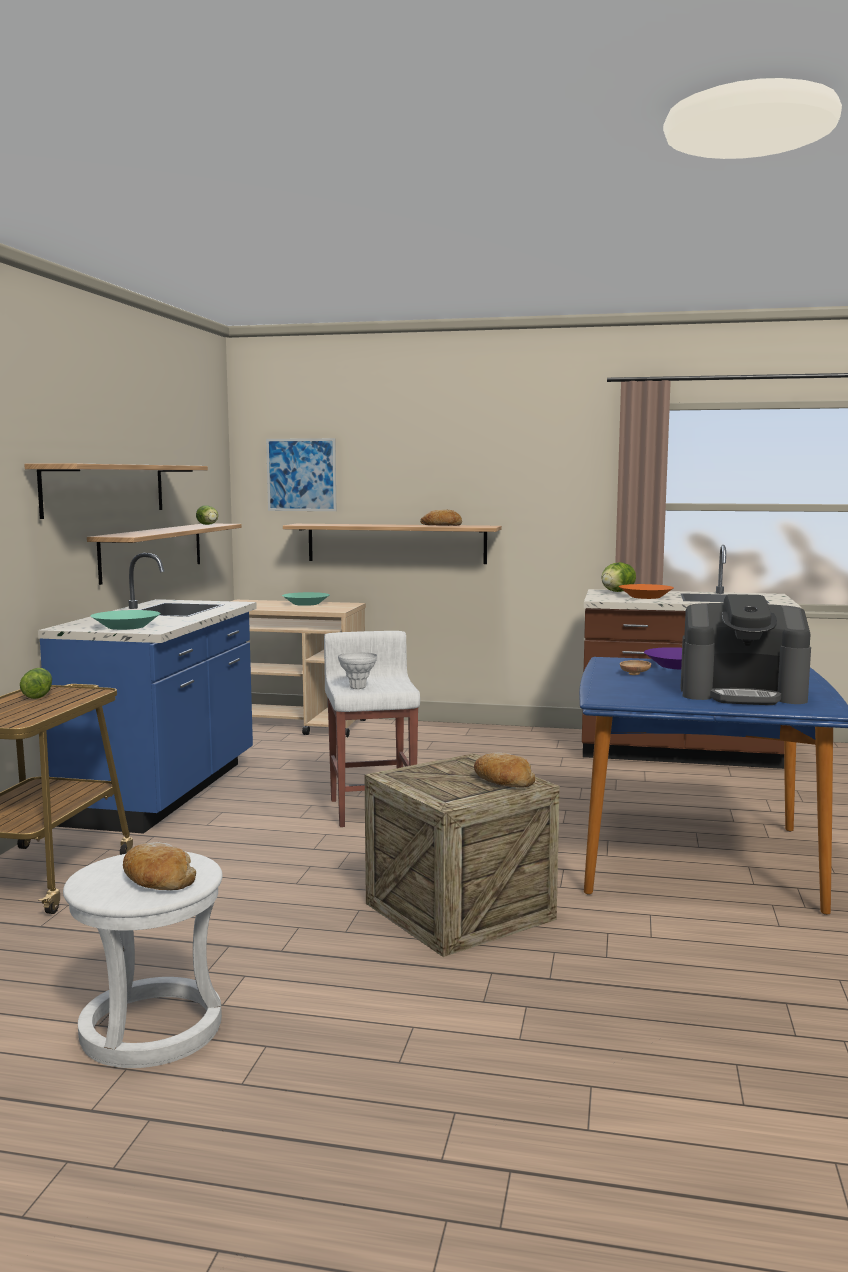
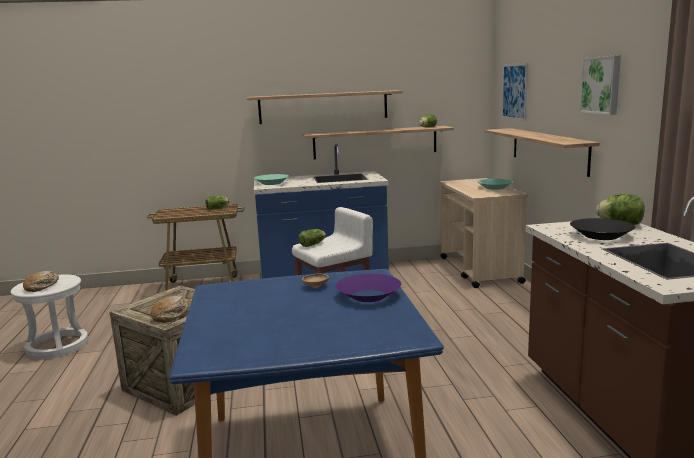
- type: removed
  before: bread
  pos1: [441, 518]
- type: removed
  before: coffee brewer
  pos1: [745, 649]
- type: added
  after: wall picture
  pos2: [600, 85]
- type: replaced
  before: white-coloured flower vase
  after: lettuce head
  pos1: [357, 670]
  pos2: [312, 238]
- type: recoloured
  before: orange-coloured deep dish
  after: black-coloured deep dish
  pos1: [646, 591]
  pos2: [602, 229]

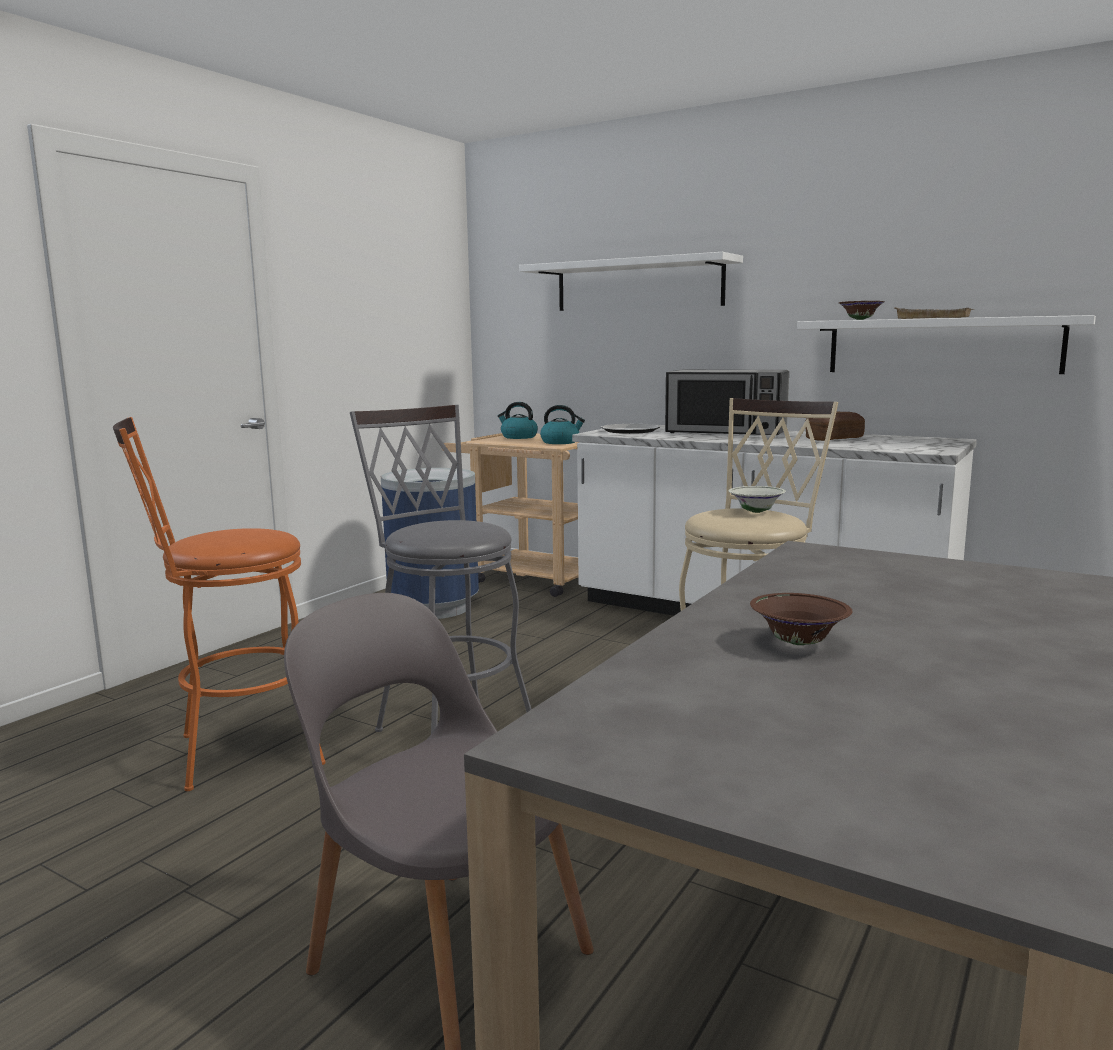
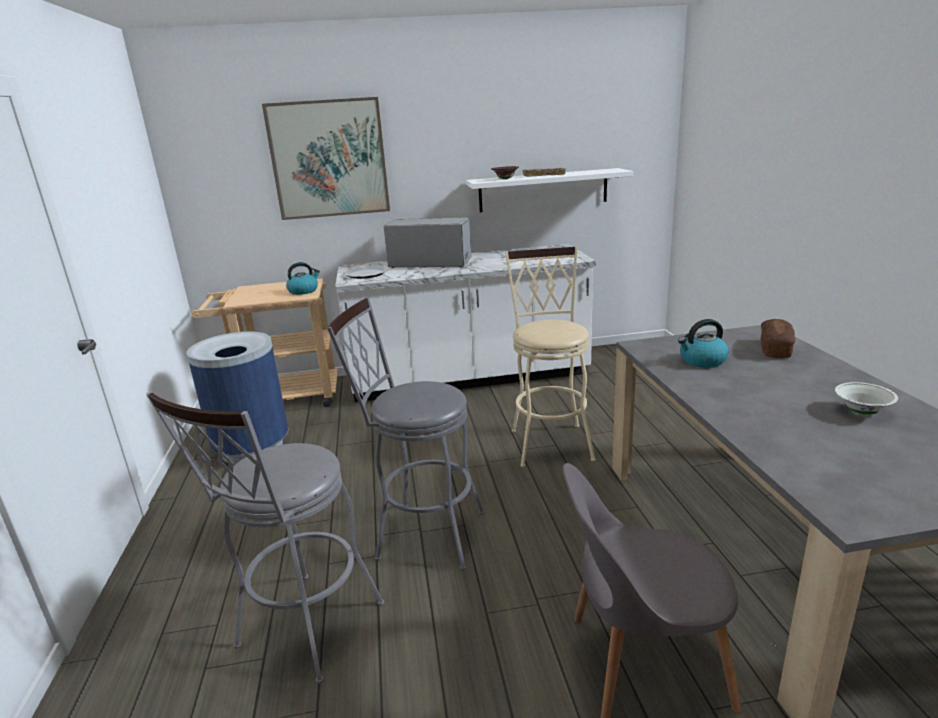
- type: removed
  before: brownish deep dish
  pos1: [801, 619]
- type: moved
  before: tea kettle
  pos1: [518, 420]
  pos2: [703, 343]
- type: moved
  before: white-coloured deep dish
  pos1: [757, 499]
  pos2: [866, 398]
- type: moved
  before: bread
  pos1: [835, 426]
  pos2: [778, 338]
- type: replaced
  before: white-coloured shelf
  after: wall picture
  pos1: [631, 281]
  pos2: [326, 158]
- type: recoloured
  before: orange-coloured stool
  after: greyish stool
  pos1: [219, 604]
  pos2: [265, 537]
- type: turned
  before: microwave oven
  pos1: [727, 402]
  pos2: [427, 242]
  turn: -150

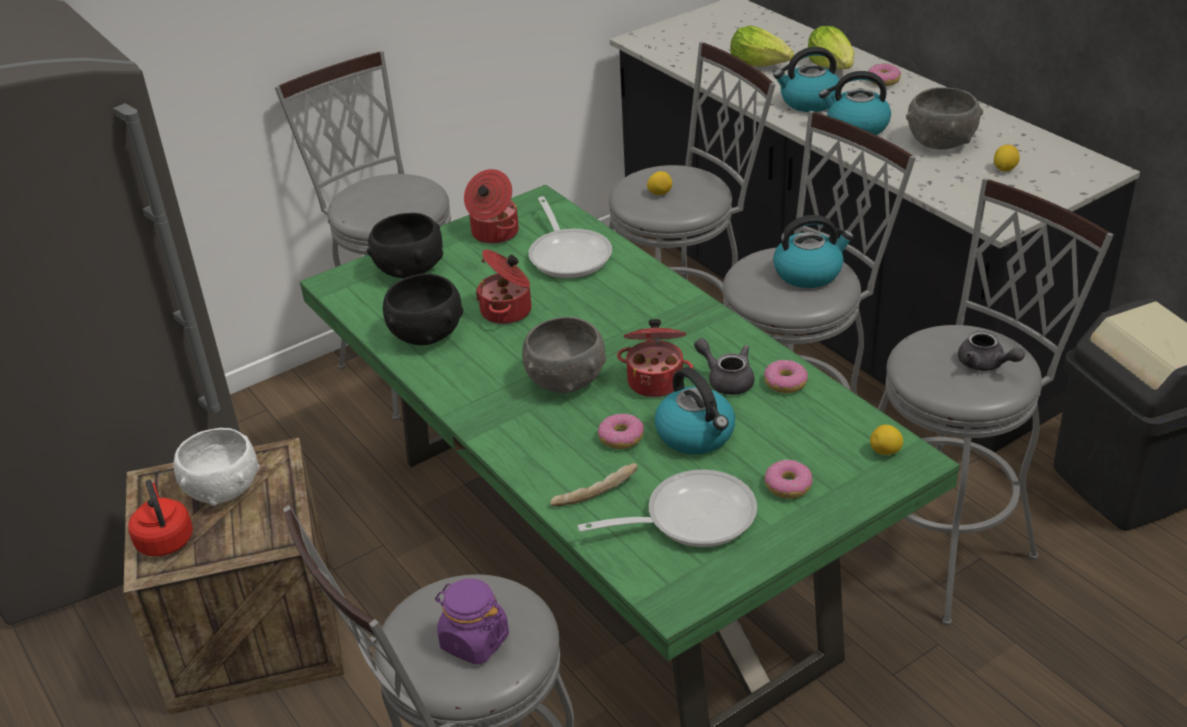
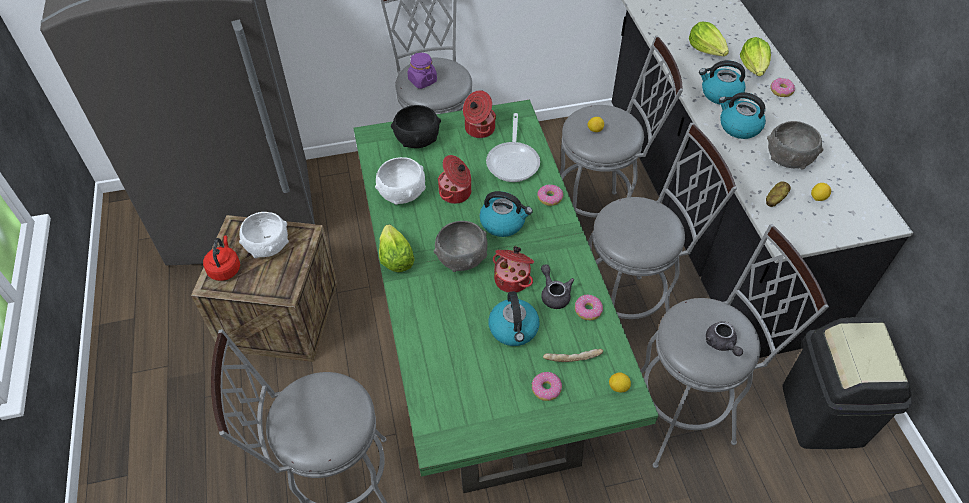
- type: removed
  before: frying pan
  pos1: [667, 508]
- type: added
  after: lettuce head
  pos2: [397, 248]
- type: added
  after: spud
  pos2: [778, 194]
- type: moved
  before: purple-coloured storage jar
  pos1: [472, 621]
  pos2: [422, 71]
- type: moved
  before: bread
  pos1: [594, 484]
  pos2: [573, 355]
- type: moved
  before: donut
  pos1: [621, 431]
  pos2: [550, 195]
- type: moved
  before: tea kettle
  pos1: [813, 251]
  pos2: [506, 214]
- type: recoloured
  before: black-coloured deep dish
  after: white-coloured deep dish
  pos1: [423, 309]
  pos2: [400, 181]

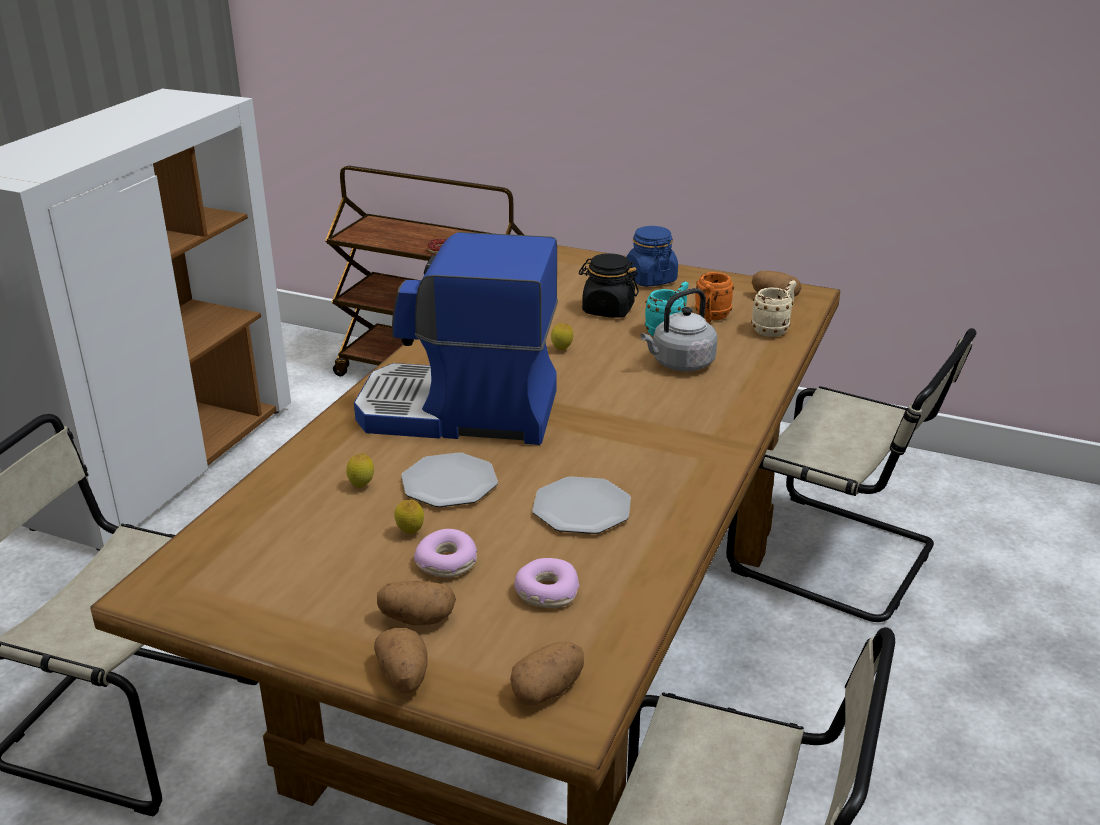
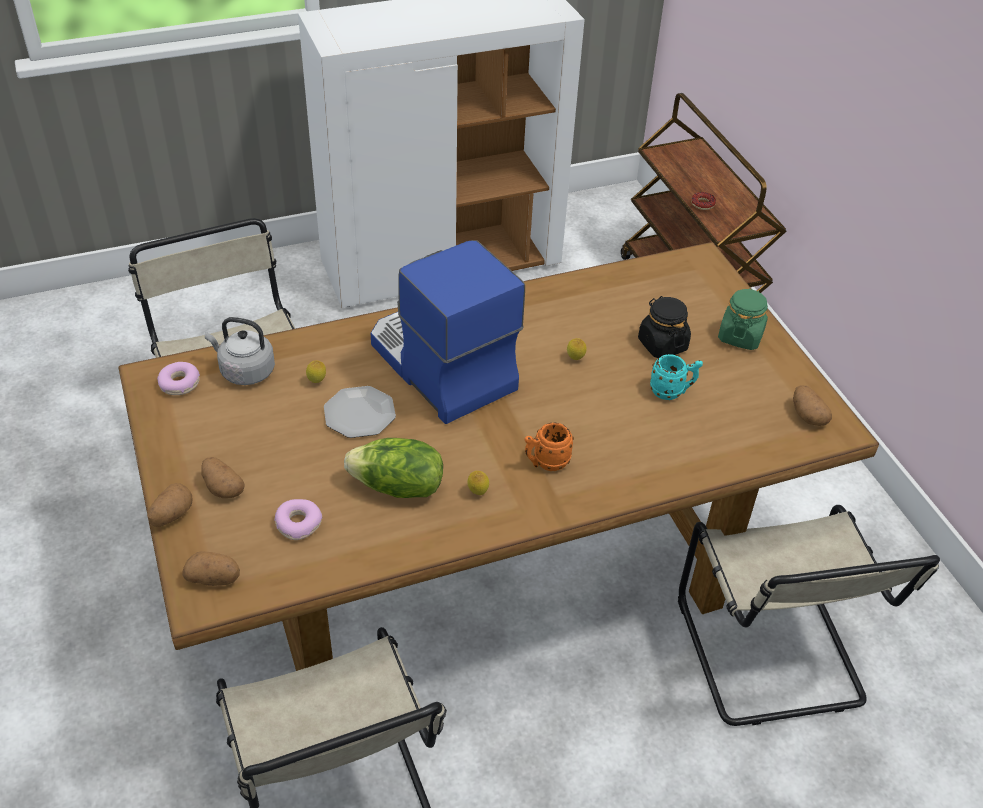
- type: removed
  before: beige-coloured tea mug
  pos1: [774, 308]
- type: moved
  before: whole lemon
  pos1: [409, 517]
  pos2: [478, 483]
- type: moved
  before: donut
  pos1: [445, 553]
  pos2: [178, 378]
- type: moved
  before: greyish tea kettle
  pos1: [679, 329]
  pos2: [240, 351]
- type: moved
  before: orange-coloured tea mug
  pos1: [714, 297]
  pos2: [549, 446]
- type: replaced
  before: dinner plate
  after: lettuce head
  pos1: [581, 505]
  pos2: [393, 468]
- type: recoloured
  before: bluish storage jar
  after: green storage jar
  pos1: [652, 256]
  pos2: [743, 319]

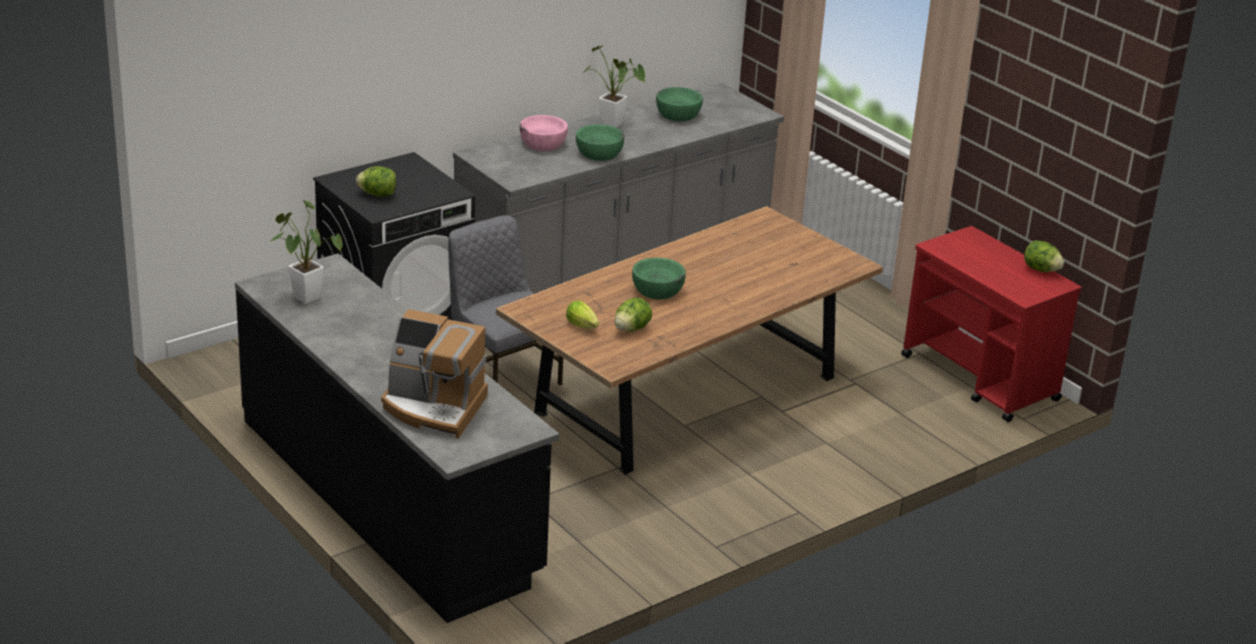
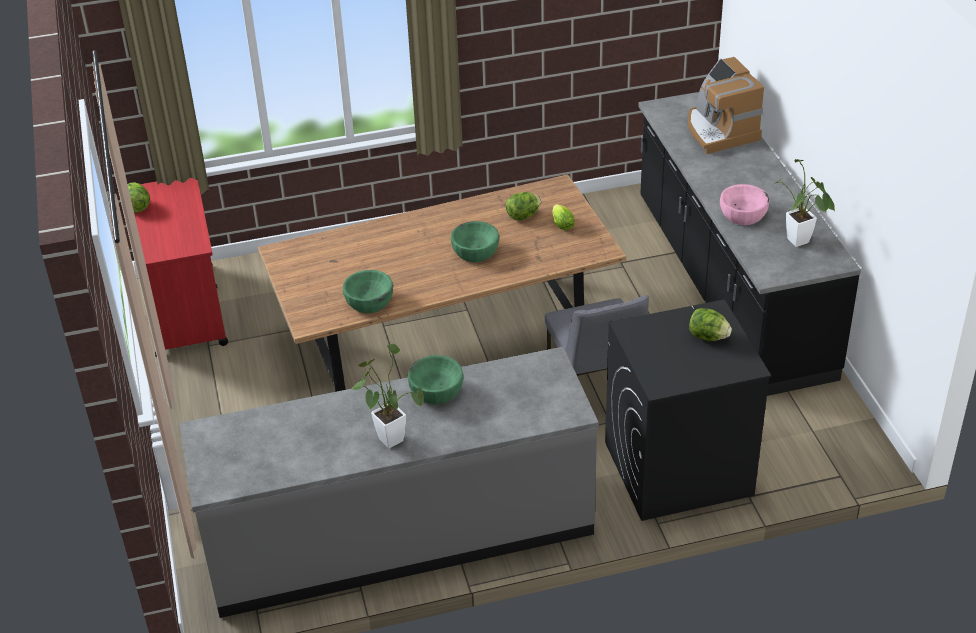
- type: moved
  before: pinkish deep dish
  pos1: [543, 133]
  pos2: [745, 204]
- type: moved
  before: green deep dish
  pos1: [679, 104]
  pos2: [368, 291]
- type: turned
  before: coffee brewer
  pos1: [434, 374]
  pos2: [726, 105]
  turn: -150

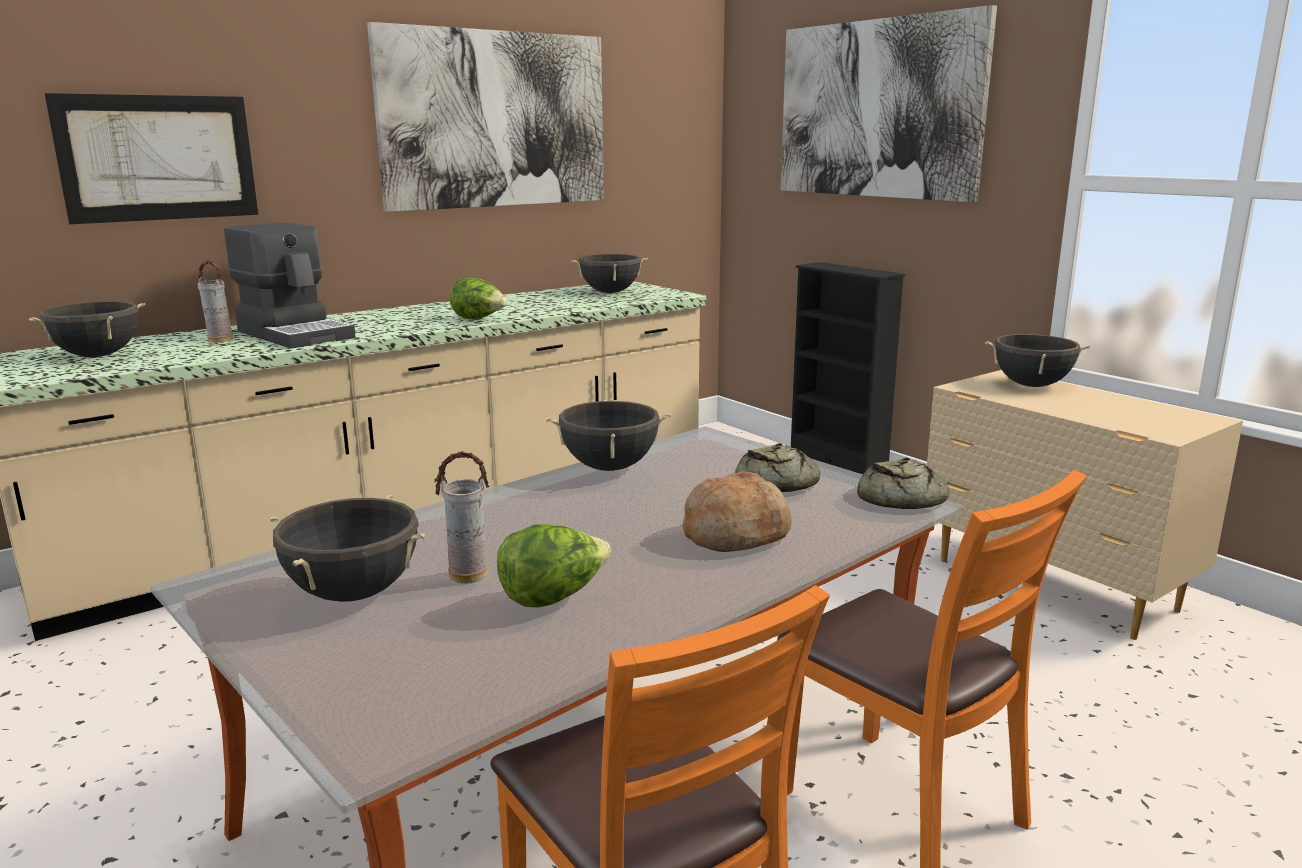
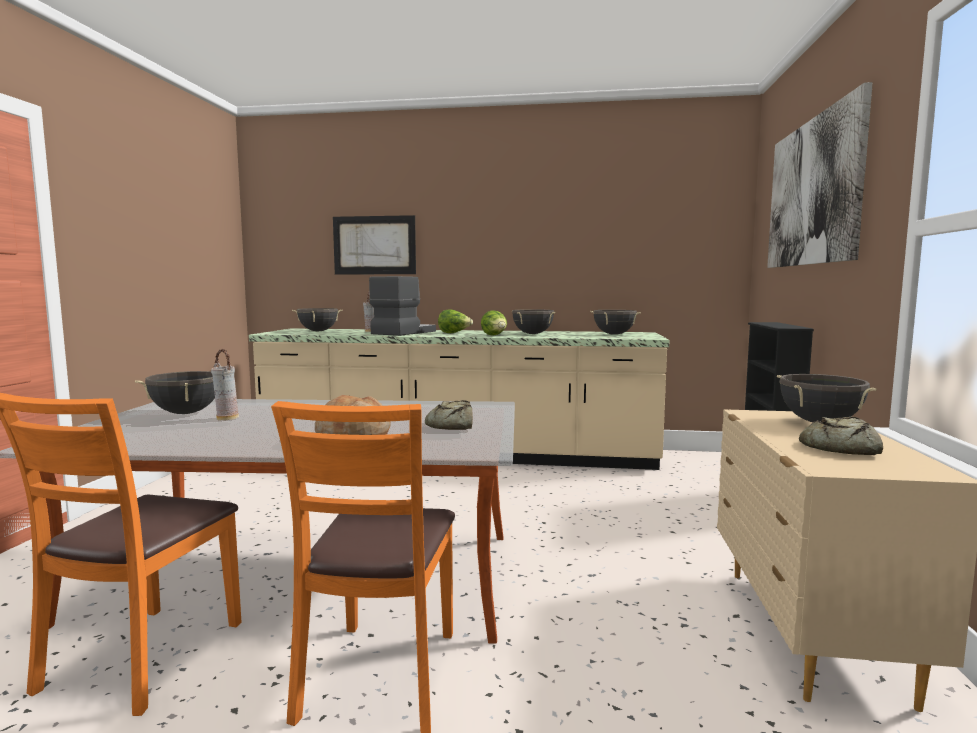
- type: removed
  before: wall picture
  pos1: [485, 117]
- type: moved
  before: lettuce head
  pos1: [554, 565]
  pos2: [455, 321]
- type: moved
  before: black-coloured saucepot
  pos1: [608, 435]
  pos2: [534, 321]
- type: moved
  before: bread
  pos1: [903, 483]
  pos2: [841, 436]
- type: turned
  before: coffee brewer
  pos1: [290, 286]
  pos2: [402, 306]
  turn: -150

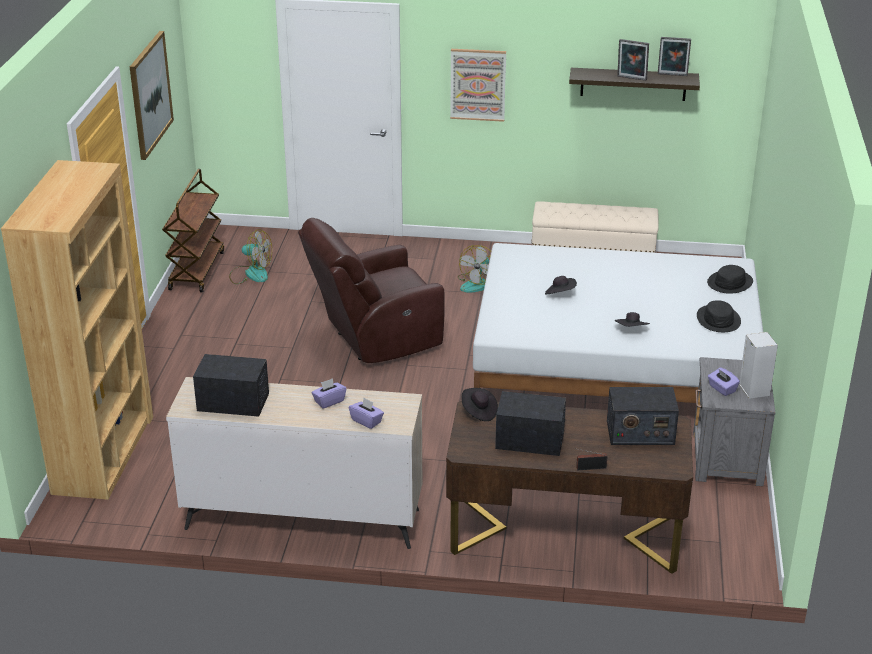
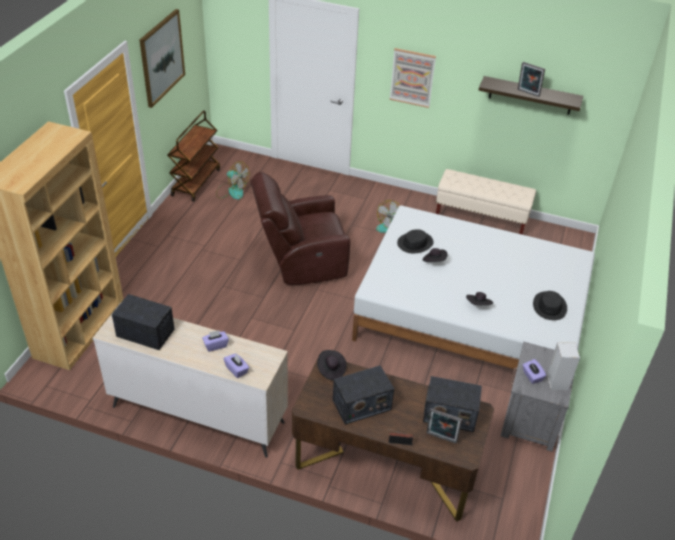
- type: moved
  before: photo frame
  pos1: [674, 56]
  pos2: [444, 426]
- type: moved
  before: black-coloured clothing hat
  pos1: [730, 279]
  pos2: [415, 241]
- type: turned
  before: radio
  pos1: [530, 423]
  pos2: [363, 395]
  turn: 135

